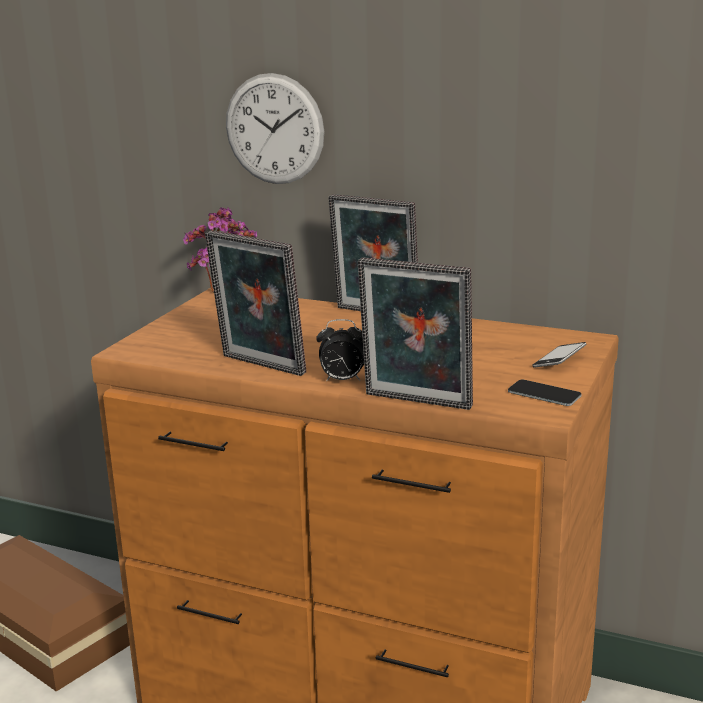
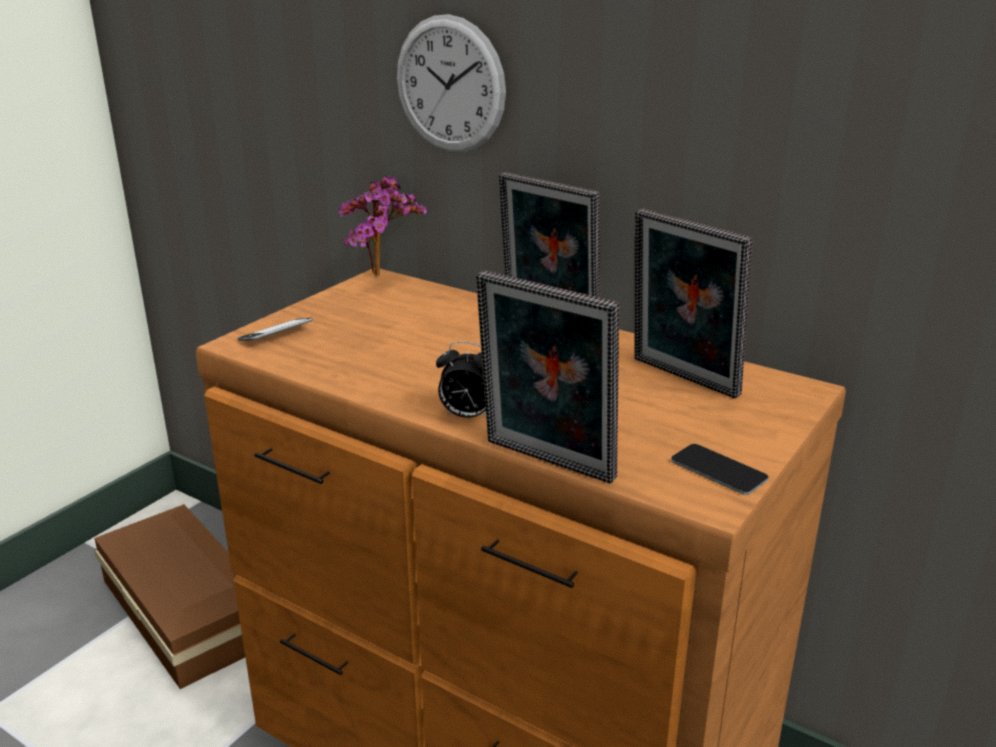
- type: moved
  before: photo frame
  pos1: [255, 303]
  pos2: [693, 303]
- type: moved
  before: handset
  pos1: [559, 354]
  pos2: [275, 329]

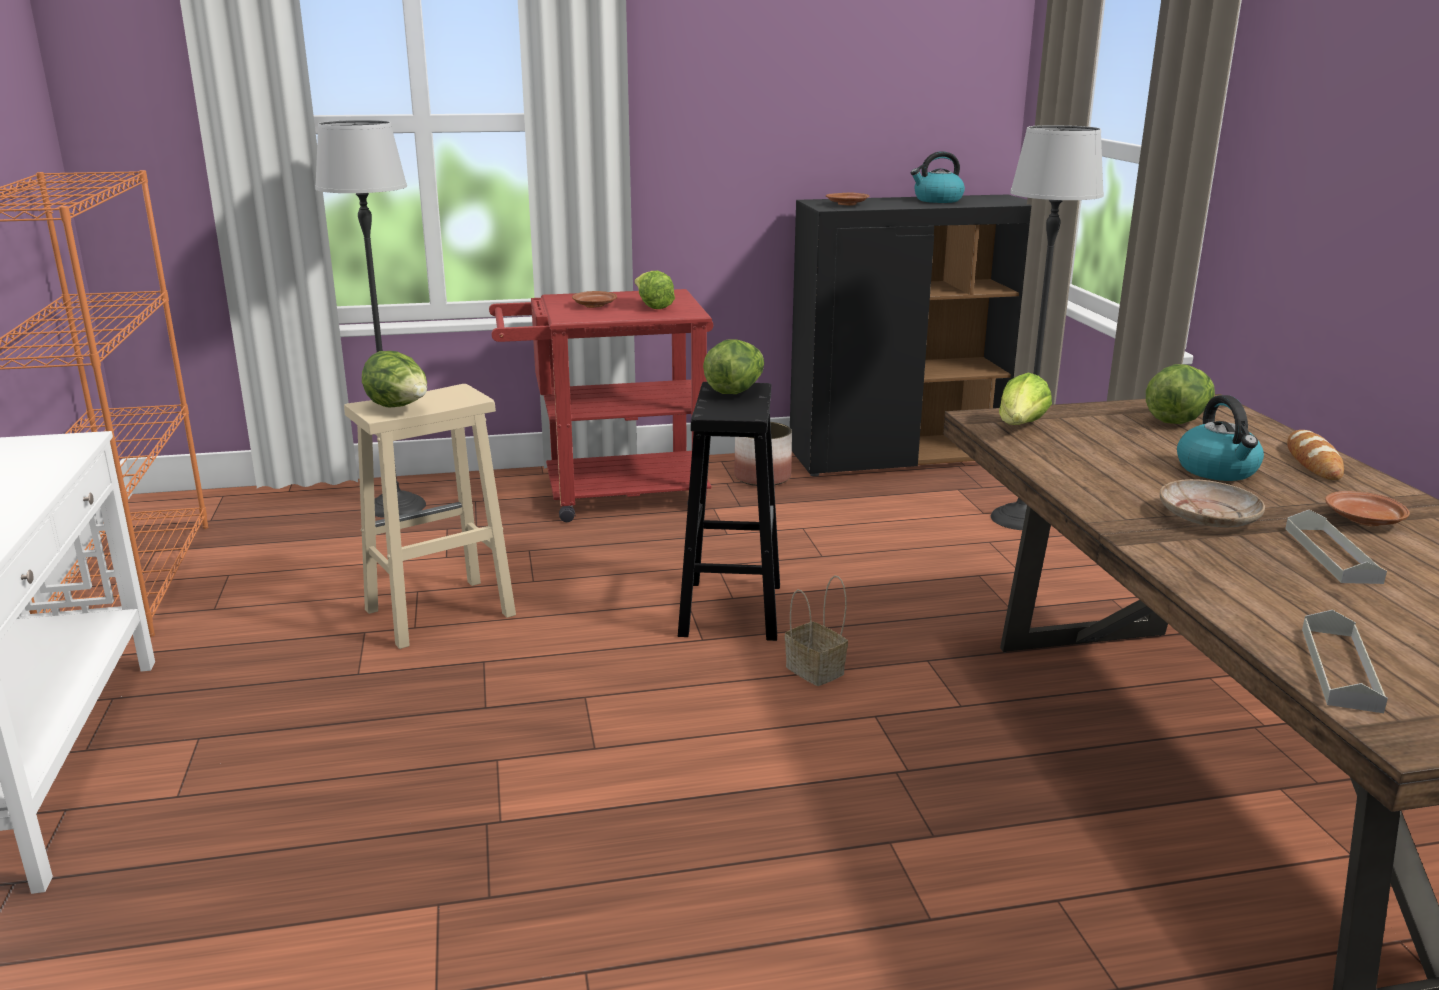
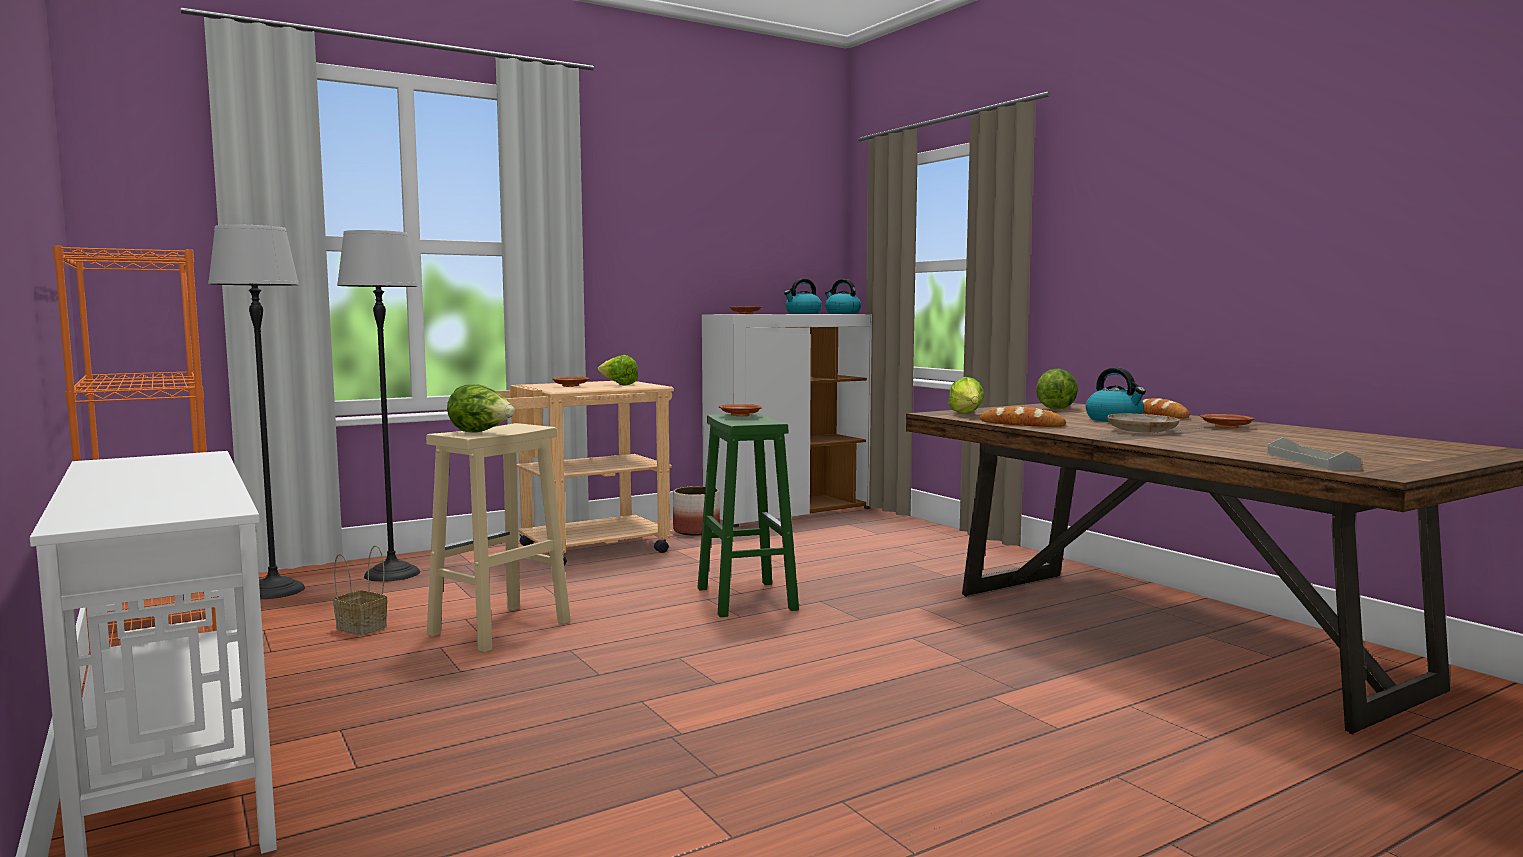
- type: removed
  before: greyish carrying tray
  pos1: [1336, 547]
- type: added
  after: tea kettle
  pos2: [843, 296]
- type: added
  after: bread
  pos2: [1023, 416]
- type: moved
  before: basket
  pos1: [816, 630]
  pos2: [360, 590]
- type: moved
  before: standard lamp
  pos1: [1047, 327]
  pos2: [256, 411]
- type: replaced
  before: lettuce head
  after: brownish dinner plate
  pos1: [733, 366]
  pos2: [740, 410]
- type: recoloured
  before: reddish cart
  after: beige-coloured cart
  pos1: [601, 405]
  pos2: [585, 473]
- type: recoloured
  before: black-coloured stool
  after: green stool
  pos1: [729, 511]
  pos2: [748, 515]
- type: recoloured
  before: black-coloured cabinet
  after: white-coloured cabinet
  pos1: [910, 335]
  pos2: [787, 420]

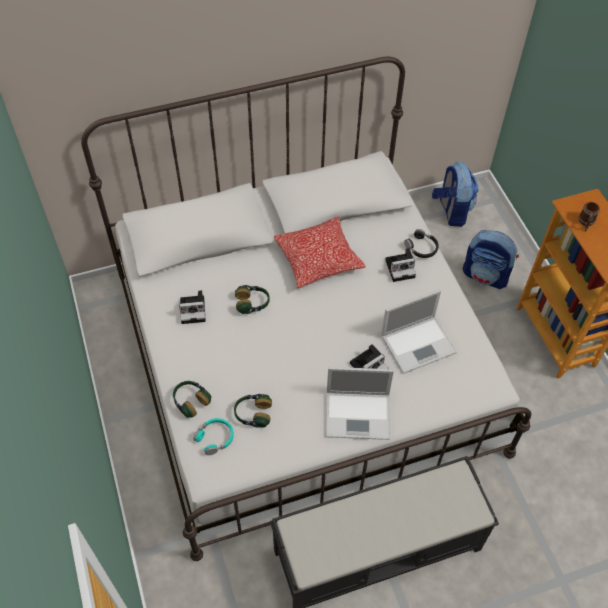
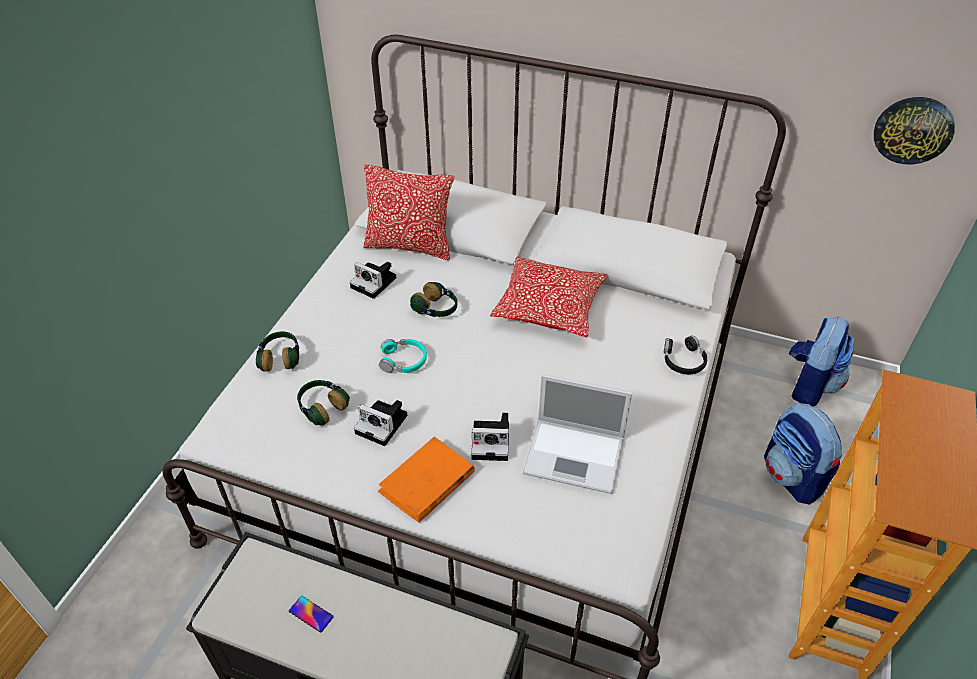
- type: removed
  before: tea mug
  pos1: [589, 217]
- type: added
  after: handset
  pos2: [311, 614]
- type: added
  after: pillow
  pos2: [409, 212]
- type: added
  after: hanging clock
  pos2: [914, 130]
- type: moved
  before: turquoise headphones
  pos1: [214, 436]
  pos2: [403, 356]
- type: moved
  before: still camera
  pos1: [400, 265]
  pos2: [380, 423]
- type: replaced
  before: notebook computer
  after: orange-coloured volume
  pos1: [359, 403]
  pos2: [426, 480]

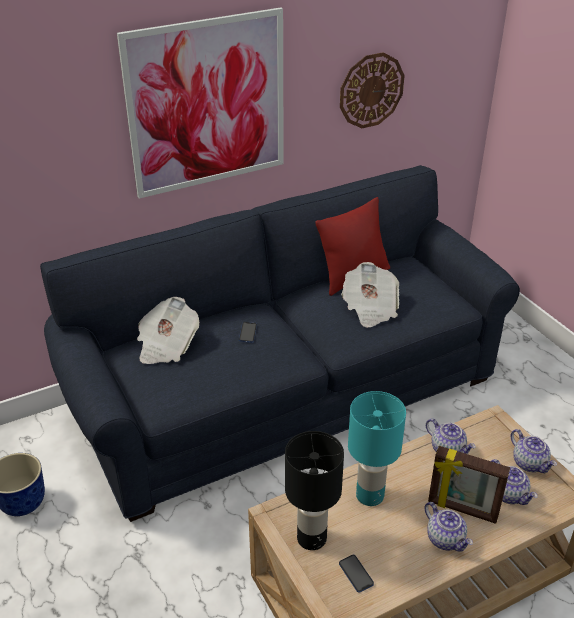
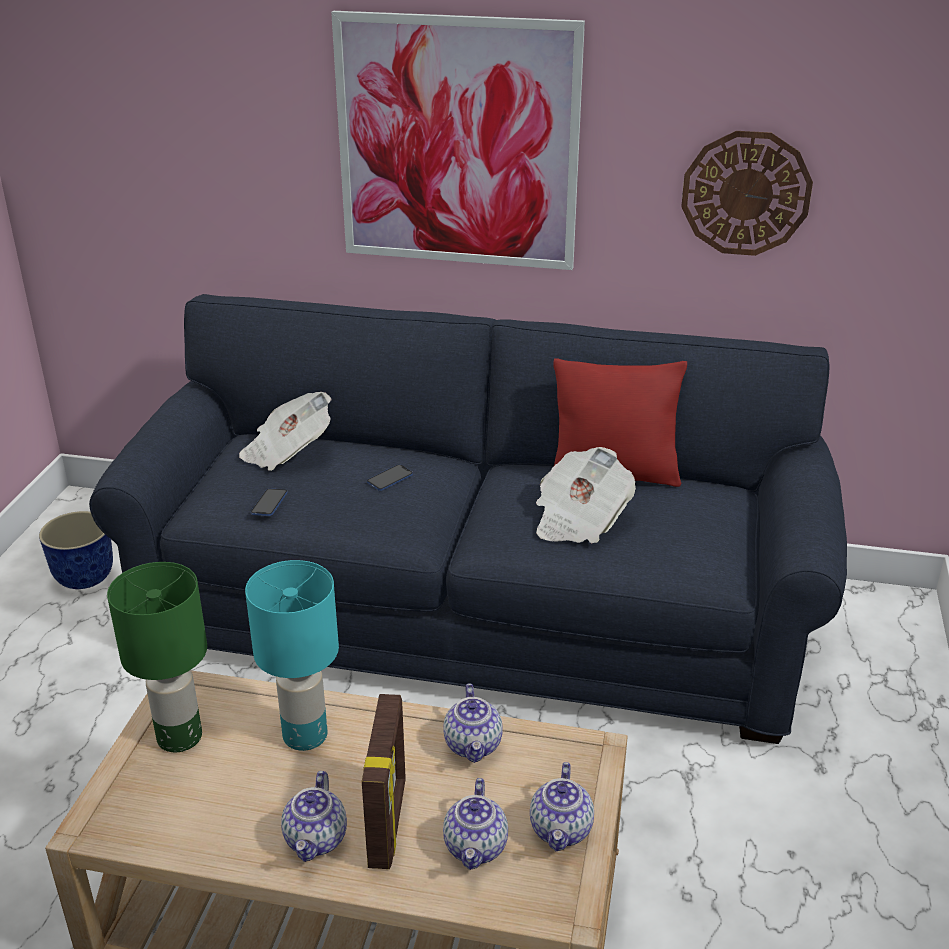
- type: moved
  before: handset
  pos1: [356, 574]
  pos2: [269, 502]
- type: recoloured
  before: black-coloured table lamp
  after: green table lamp
  pos1: [314, 490]
  pos2: [157, 657]
- type: turned
  before: photo frame
  pos1: [469, 485]
  pos2: [384, 781]
  turn: -150

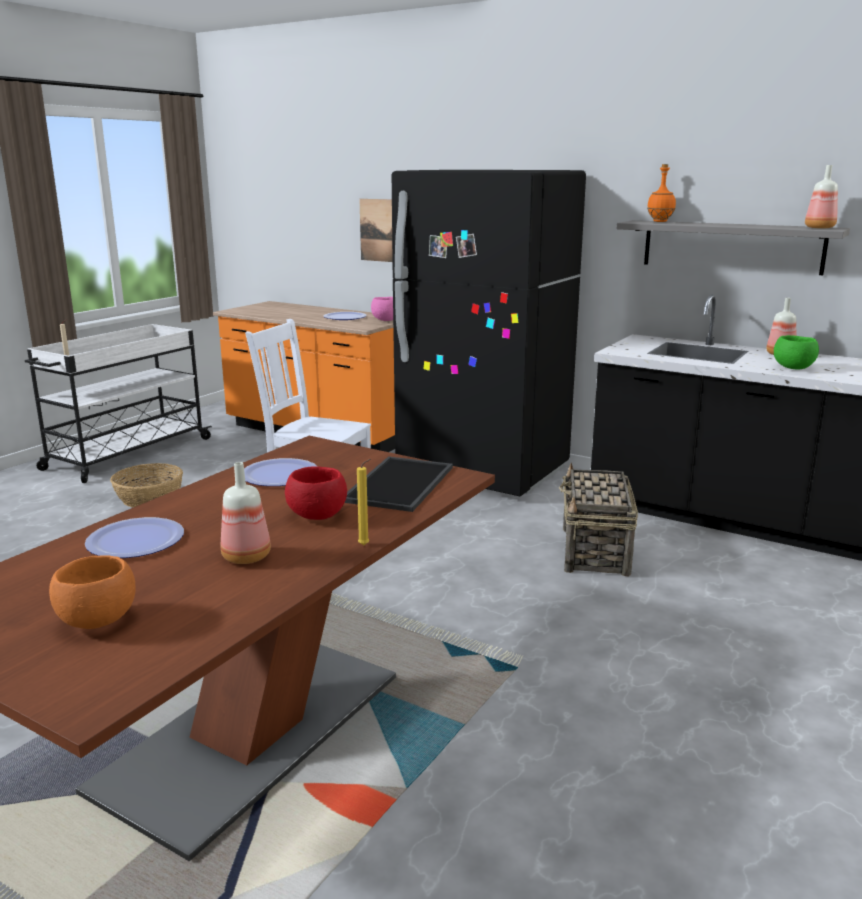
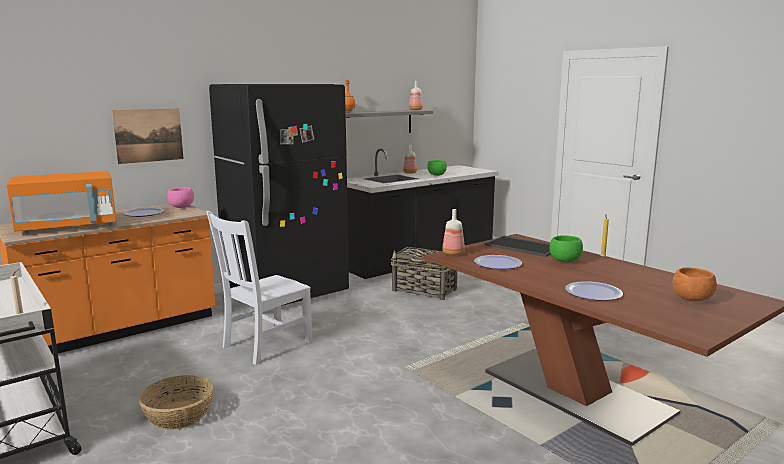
- type: added
  after: orange-coloured microwave oven
  pos2: [61, 202]
- type: moved
  before: drink bottle
  pos1: [246, 513]
  pos2: [453, 232]
- type: recoloured
  before: reddish deep dish
  after: green deep dish
  pos1: [316, 493]
  pos2: [566, 249]

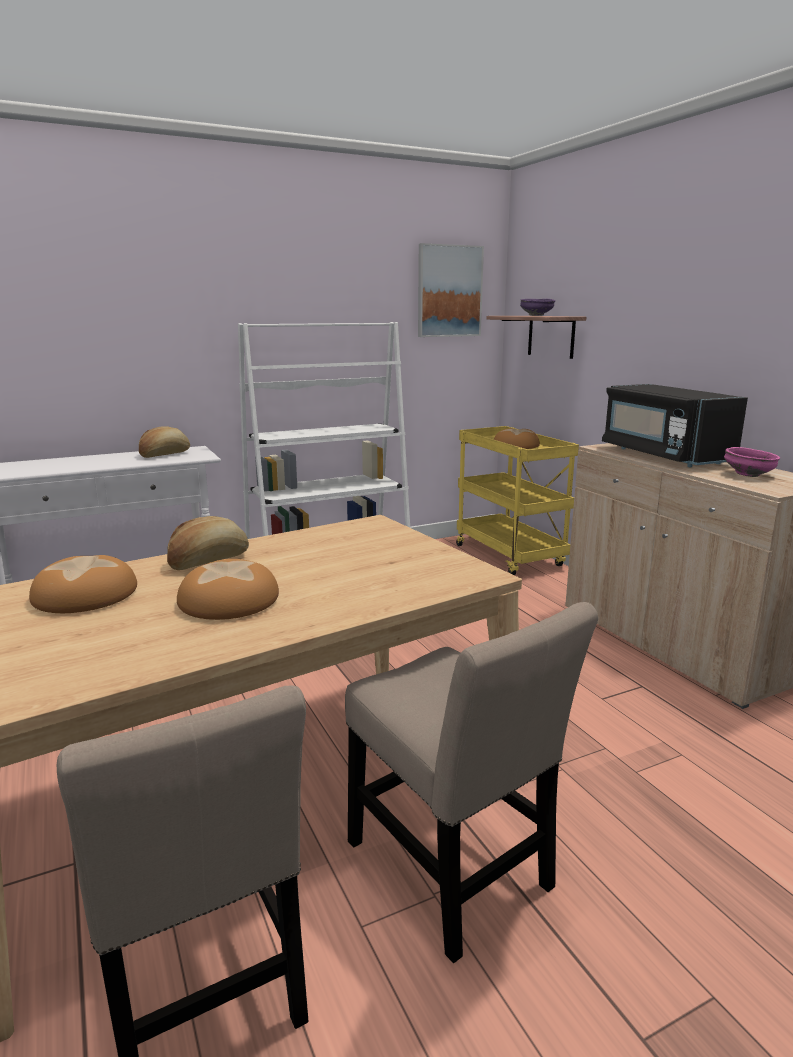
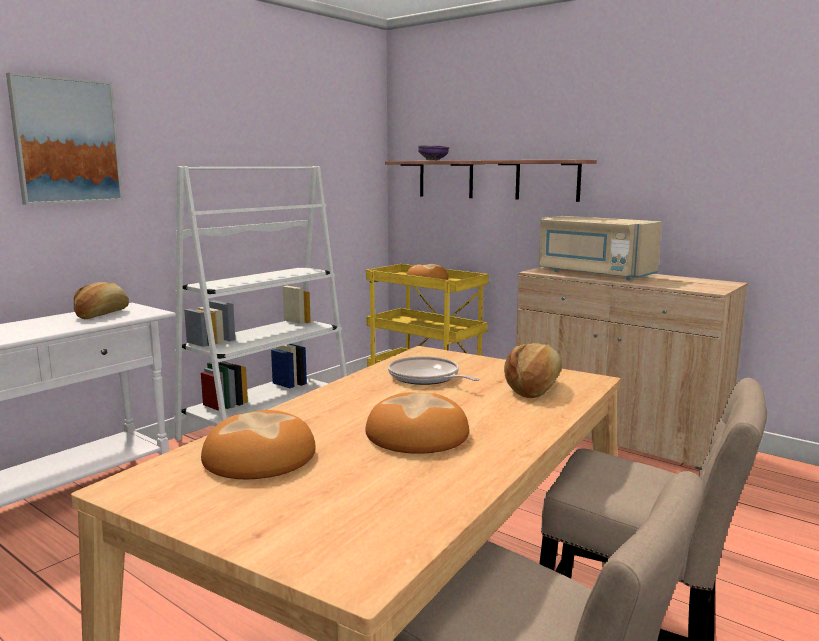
- type: removed
  before: pinkish deep dish
  pos1: [752, 462]
- type: added
  after: frying pan
  pos2: [434, 370]
- type: added
  after: shelf
  pos2: [538, 181]
- type: moved
  before: bread
  pos1: [208, 543]
  pos2: [533, 370]
- type: moved
  before: wall picture
  pos1: [451, 290]
  pos2: [64, 138]
- type: recoloured
  before: black-coloured microwave oven
  after: beige-coloured microwave oven
  pos1: [675, 425]
  pos2: [600, 248]

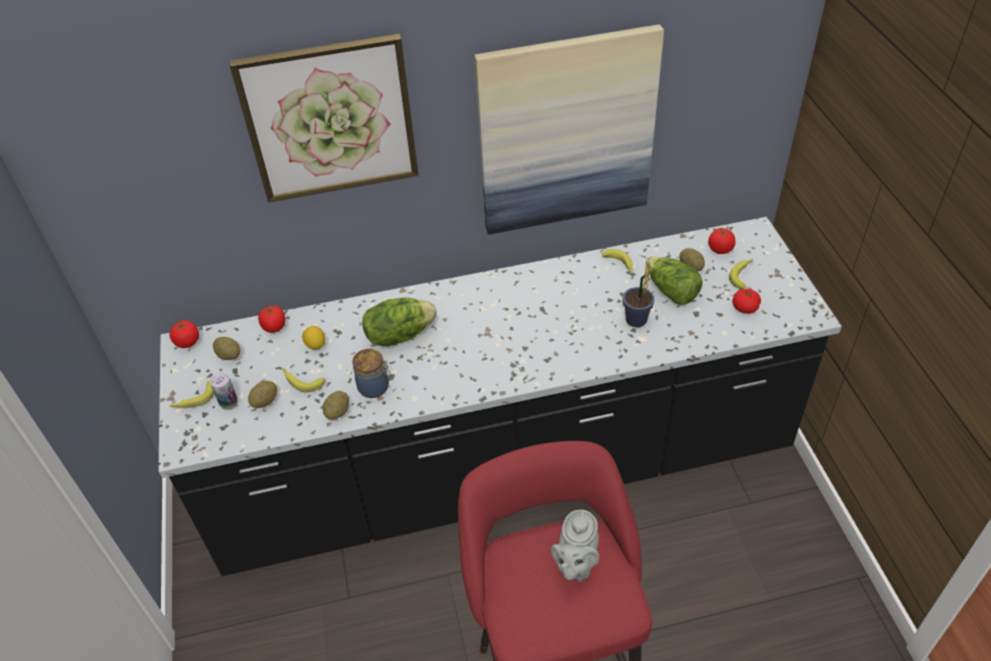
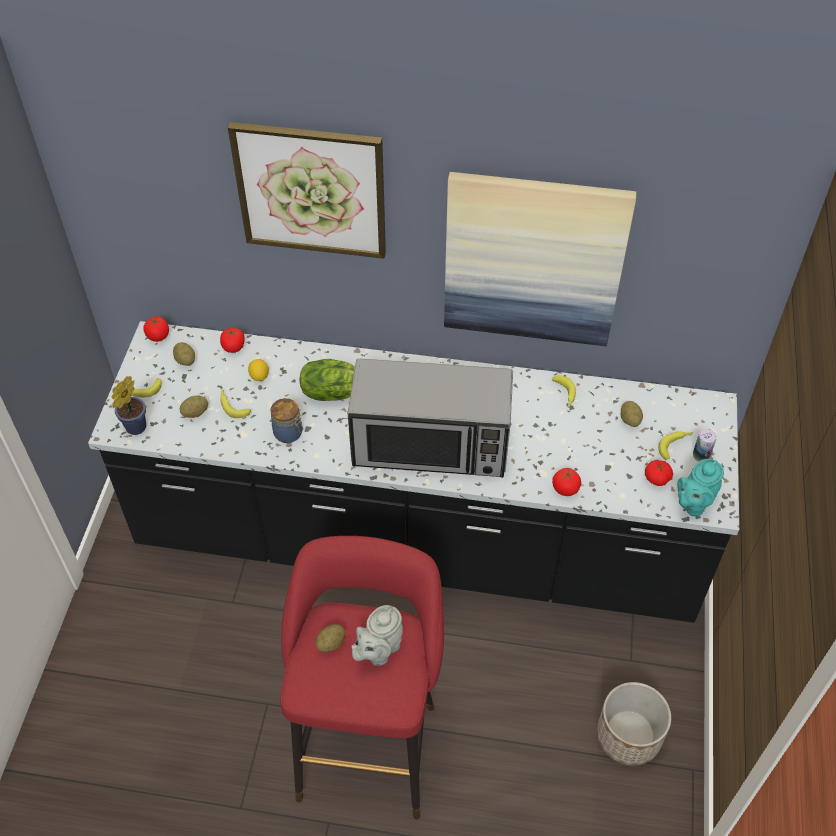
- type: removed
  before: lettuce head
  pos1: [674, 281]
- type: added
  after: microwave oven
  pos2: [430, 418]
- type: added
  after: plant pot
  pos2: [634, 724]
- type: added
  after: turquoise teapot
  pos2: [700, 487]
- type: moved
  before: can
  pos1: [224, 391]
  pos2: [704, 445]
- type: moved
  before: spud
  pos1: [336, 405]
  pos2: [330, 638]
- type: moved
  before: potted plant
  pos1: [639, 292]
  pos2: [129, 405]
- type: moved
  before: whole tomato
  pos1: [721, 241]
  pos2: [566, 482]

